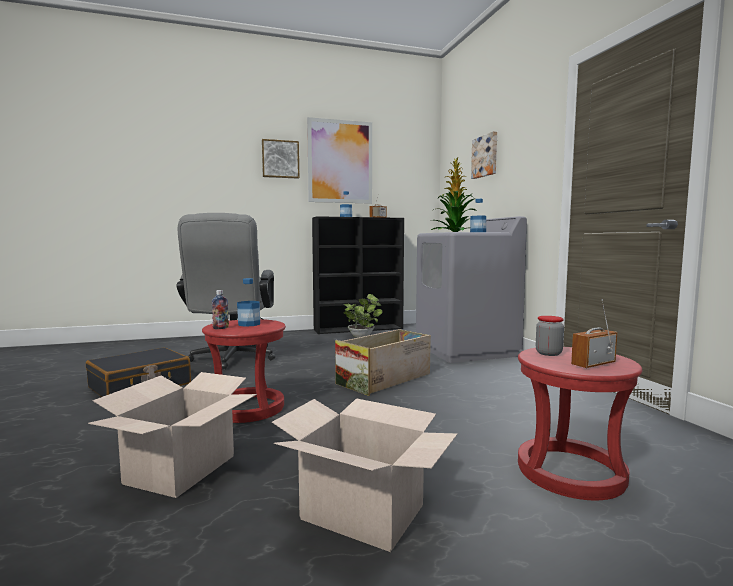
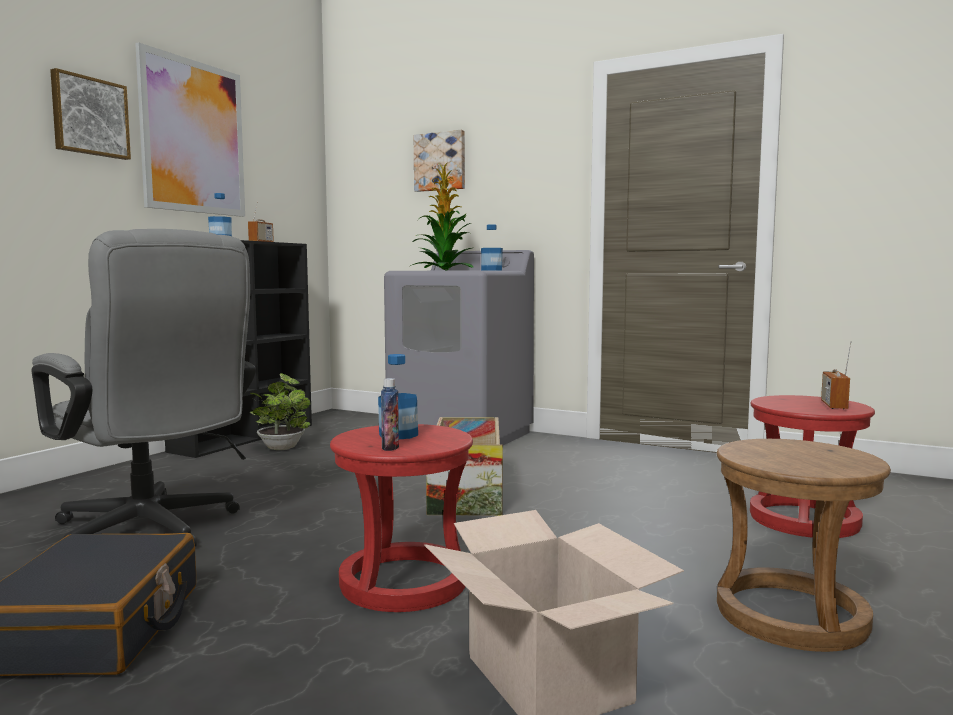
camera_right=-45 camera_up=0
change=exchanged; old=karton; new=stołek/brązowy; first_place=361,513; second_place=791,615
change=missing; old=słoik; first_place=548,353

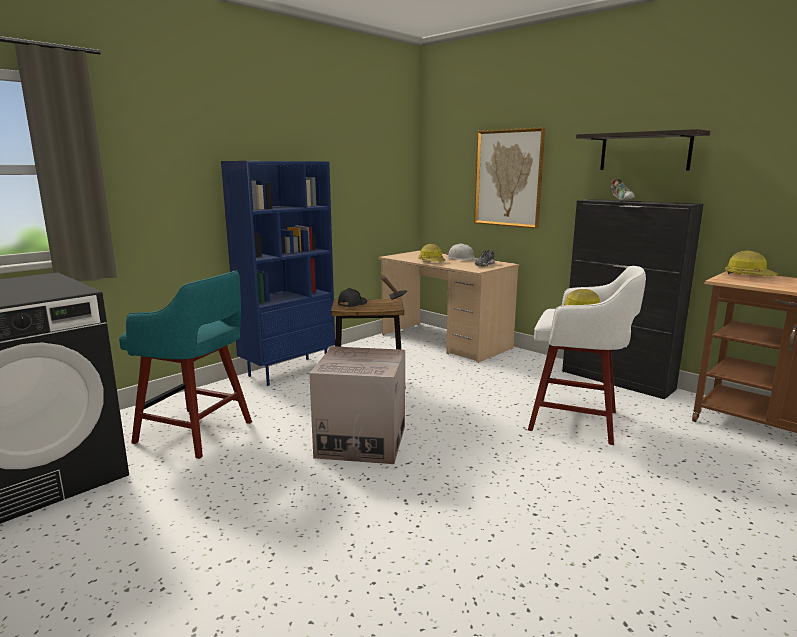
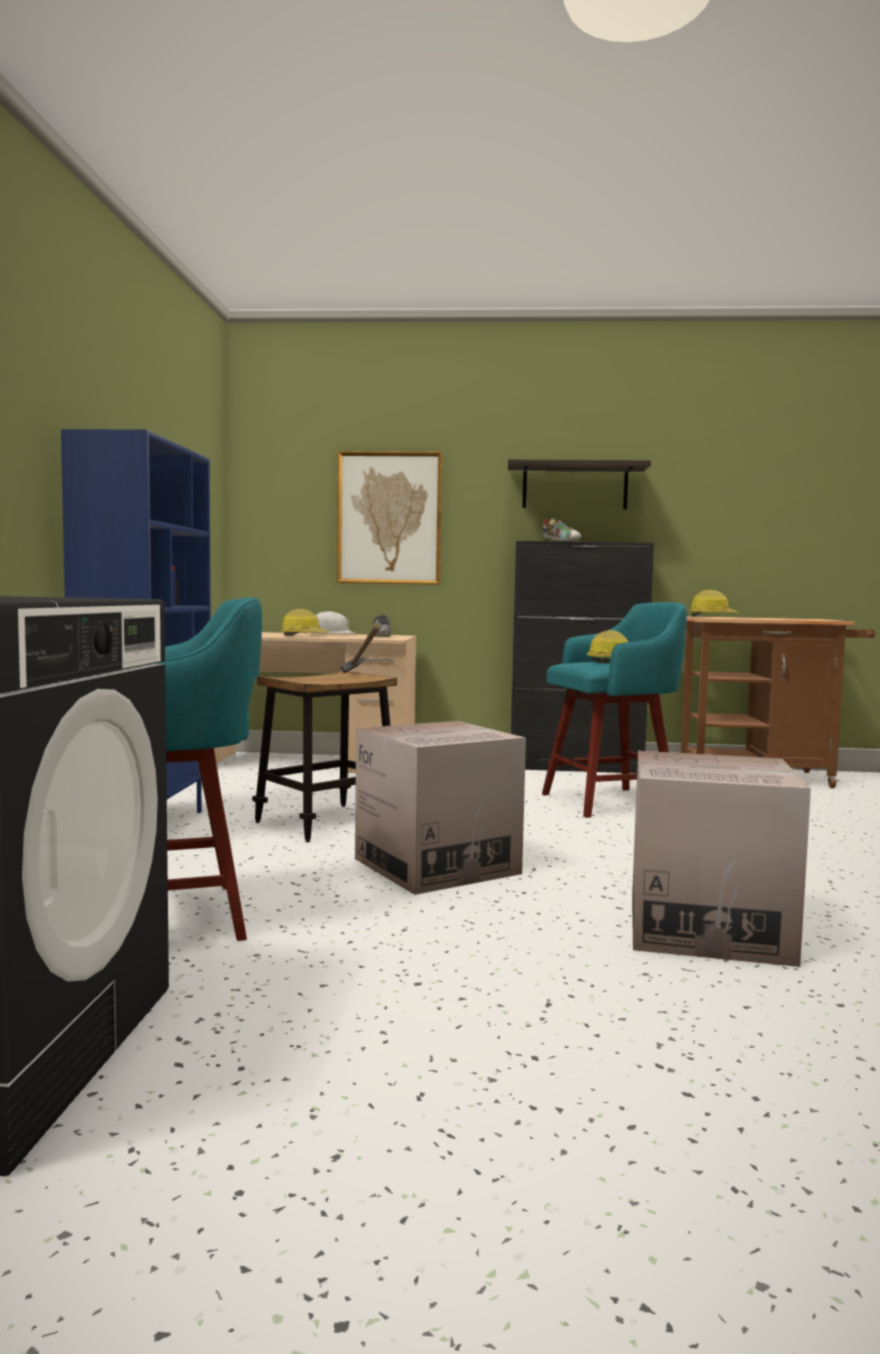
camera_right=-40 camera_up=-10
change=colour; old=stołek/biały; new=stołek/turkusowy; first_place=577,421; second_place=612,802
change=appeared; new=karton; second_place=707,928
change=missing; old=czapka z daszkiem/czarny; first_place=352,304

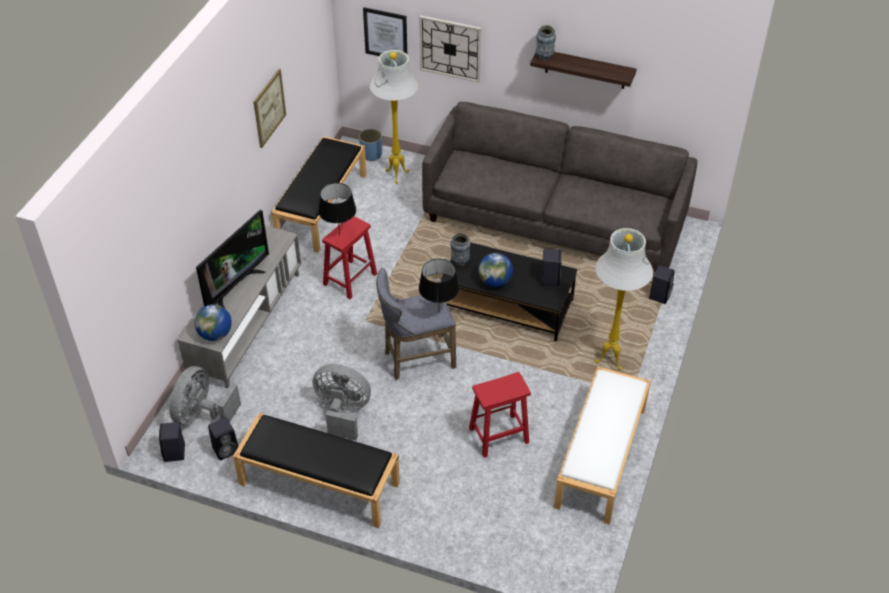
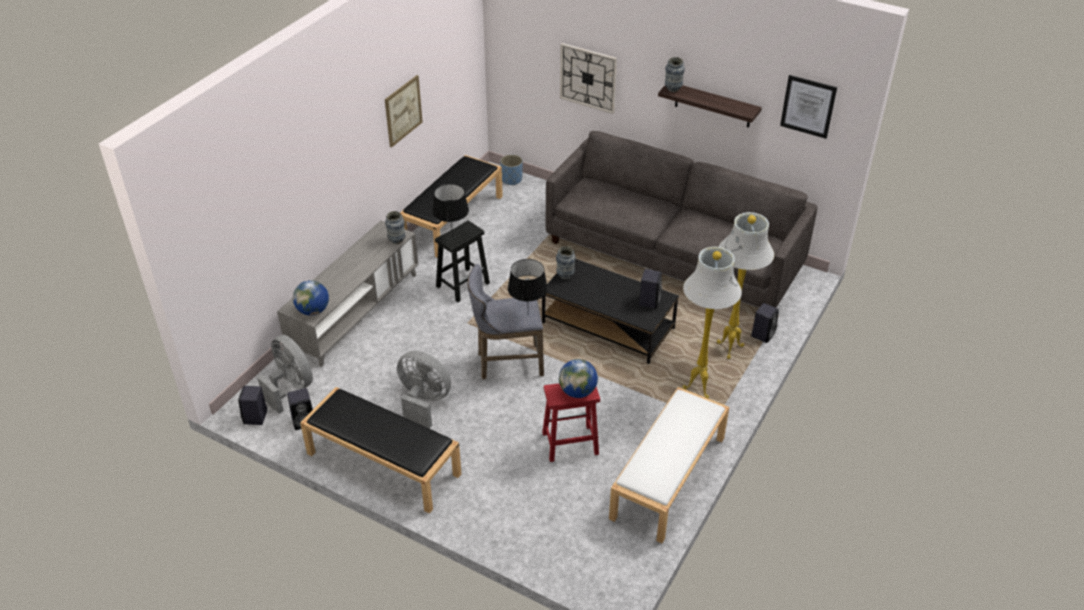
camera_right=10 camera_up=-5
change=spun; old=wentylator/szary; first_place=202,415; second_place=291,387; degrees=105
change=appeared; new=wazon; second_place=396,240
change=colour; old=stołek/czerwony; new=stołek/czarny; first_place=350,278; second_place=463,284
change=relocated; old=globus; first_place=494,282; second_place=577,391
change=relocated; old=lampa stojąca/biały; first_place=397,176; second_place=730,350
change=relocated; old=obraz; first_place=385,34; second_place=808,106
change=missing; old=telewizor; first_place=235,286

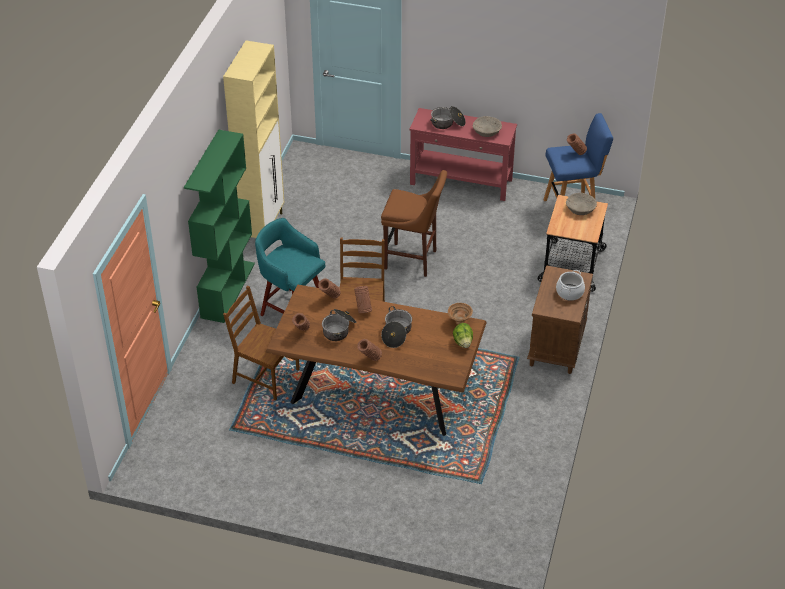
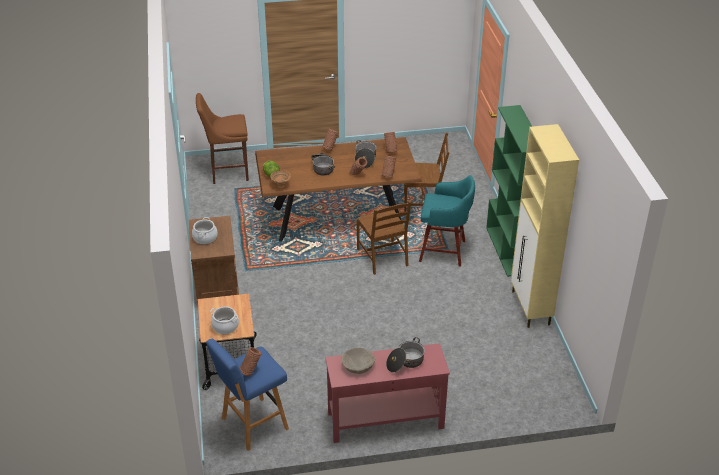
camera_right=155 camera_up=-5
change=relocated; old=stołek/brązowy; first_place=413,260; second_place=227,173
change=exchanged; old=miska/beżowy; new=garnek; first_place=580,209; second_place=225,327

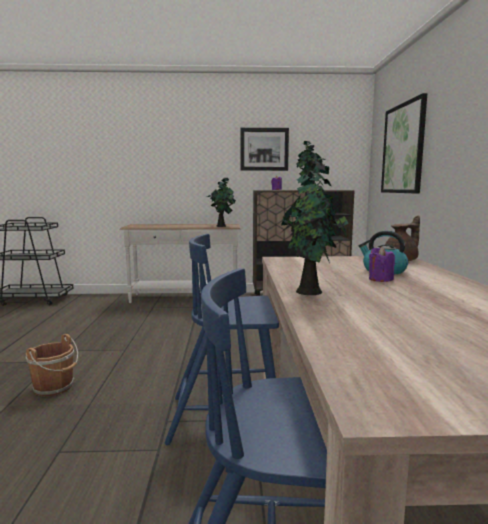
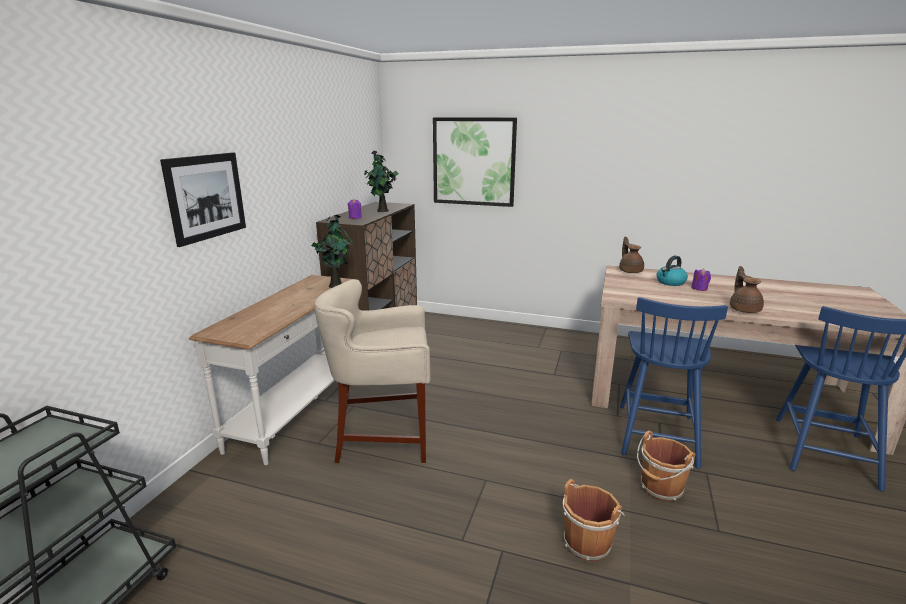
camera_right=-70 camera_up=10
change=relocated; old=obraz; first_place=264,149; second_place=206,197
change=appeared; new=stołek/beżowy; second_place=383,438
change=appeared; new=wiadro/brązowy; second_place=660,488
change=exchanged; old=roślina doniczkowa; new=imbryk/brązowy; first_place=311,292; second_place=744,309

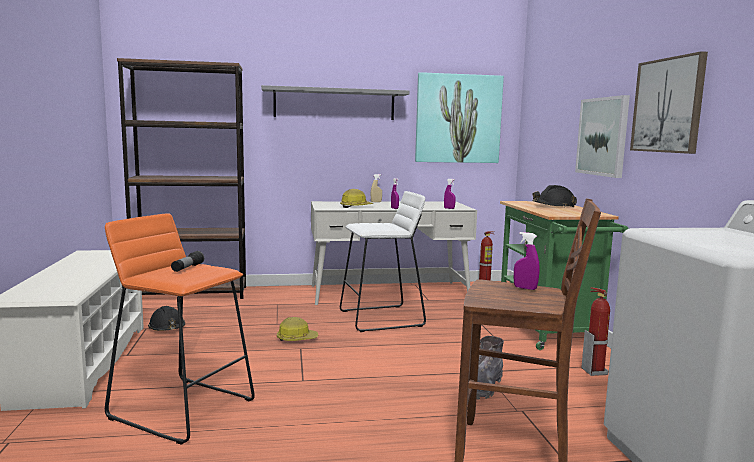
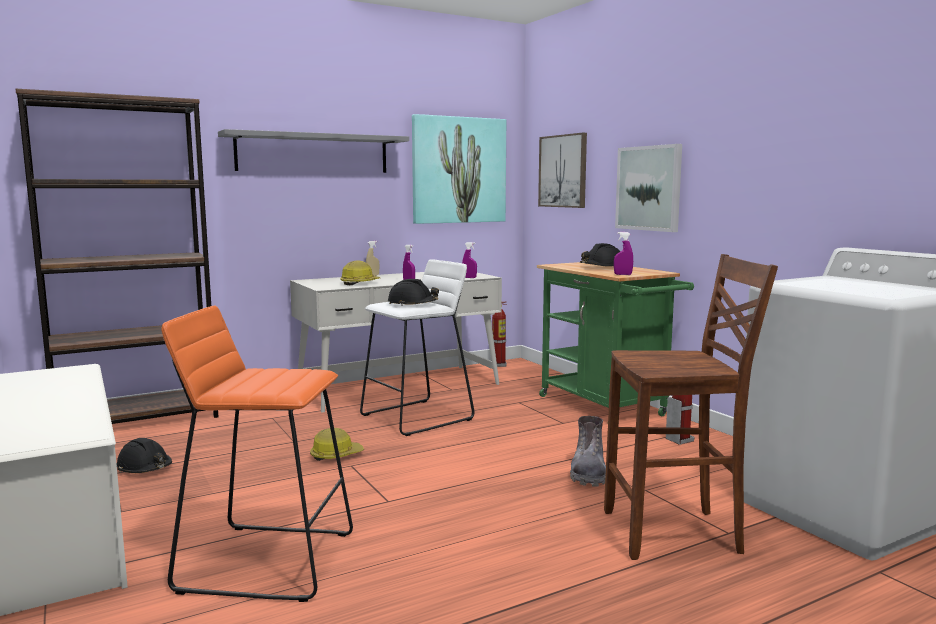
camera_right=-20 camera_up=0
change=appeared; new=kask/czarny; second_place=412,304
change=relocated; old=obraz; first_place=668,105; second_place=563,171
change=relocated; old=spryskiwacz/fioletowy; first_place=525,288; second_place=623,274
change=missing; old=latarka; first_place=187,268

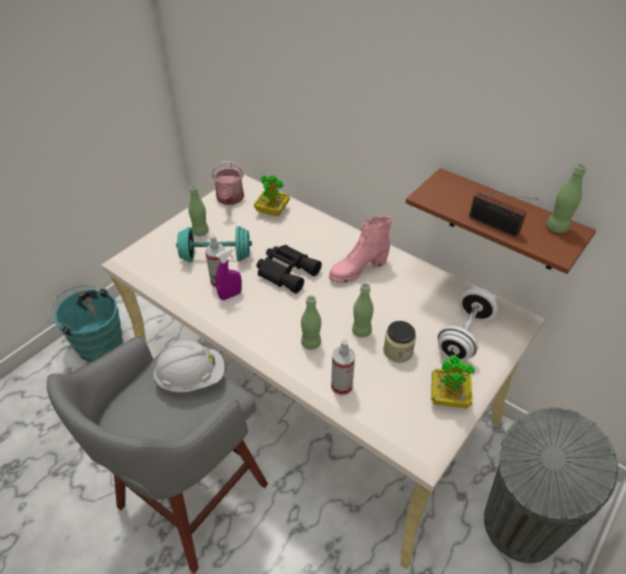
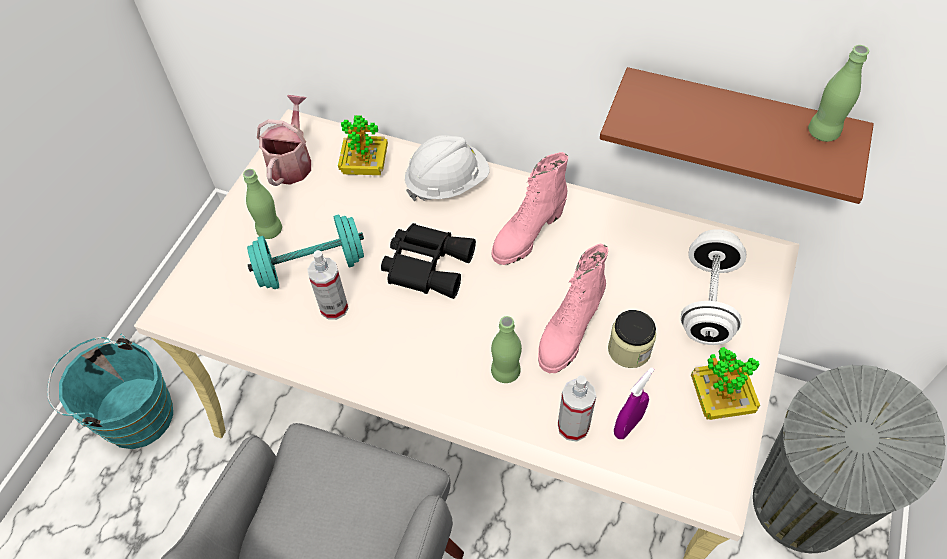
camera_right=-15 camera_up=10
change=spun; old=konewka; first_place=230,199; second_place=292,162; degrees=-150
change=relocated; old=kask/biały; first_place=191,377; second_place=447,183
change=exchanged; old=butelka/zielony; new=but z cholewką/różowy; first_place=361,331; second_place=568,332
change=relocated; old=spryskiwacz/fioletowy; first_place=230,295; second_place=628,425
change=missing; old=radio; first_place=496,226

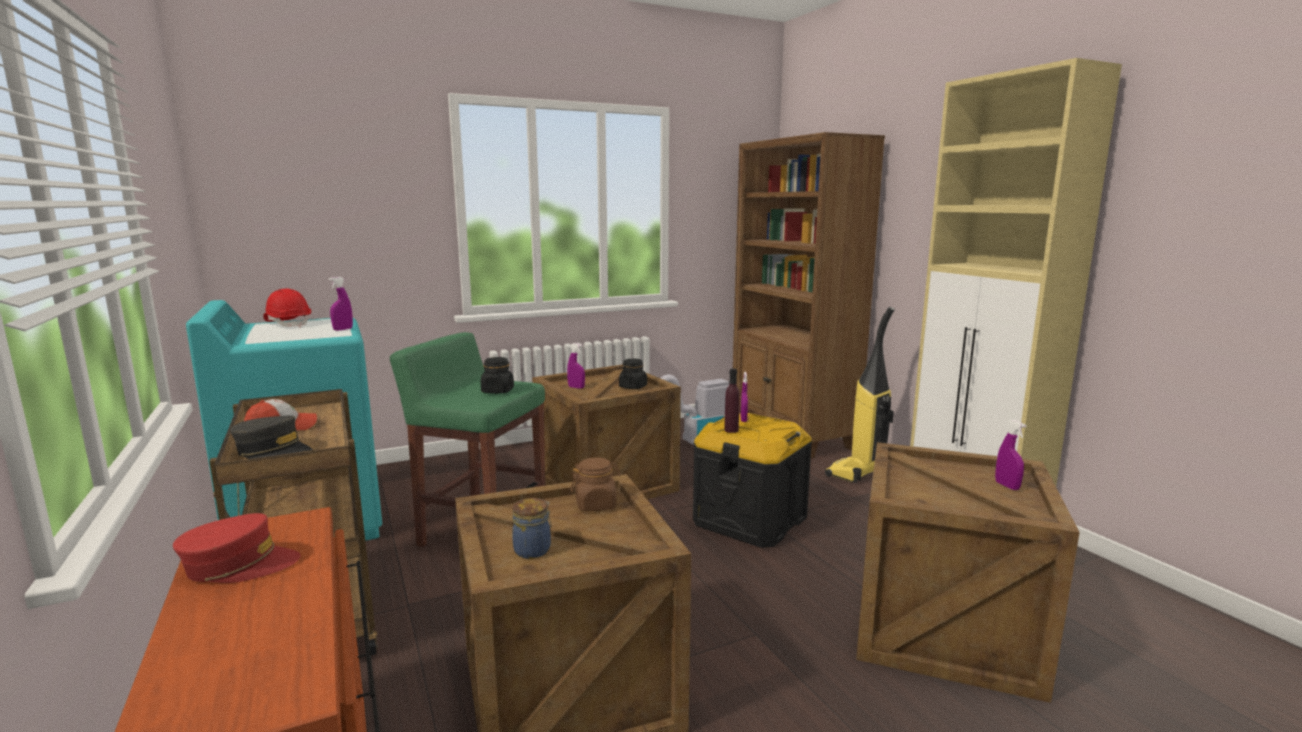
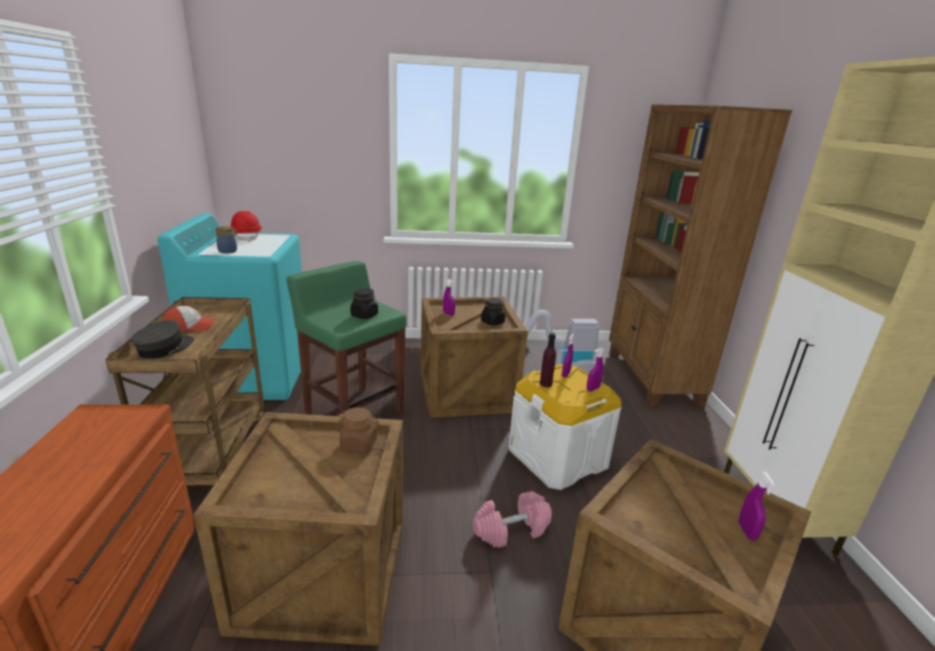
camera_right=20 camera_up=10
change=spun; old=czapka z daszkiem/szary; first_place=273,451; second_place=165,348; degrees=-105
change=relocated; old=słoik; first_place=533,550; second_place=229,251
change=appeared; new=hantel/różowy; second_place=511,530
change=colour; old=pojemnik do przechowywania/czarny; new=pojemnik do przechowywania/biały; first_place=750,520; second_place=558,457
change=relocated; old=spryskiwacz/fioletowy; first_place=343,329; second_place=593,389
change=missing; old=czapka z daszkiem/czerwony; first_place=239,565
change=missing; old=odkurzacz; first_place=857,472

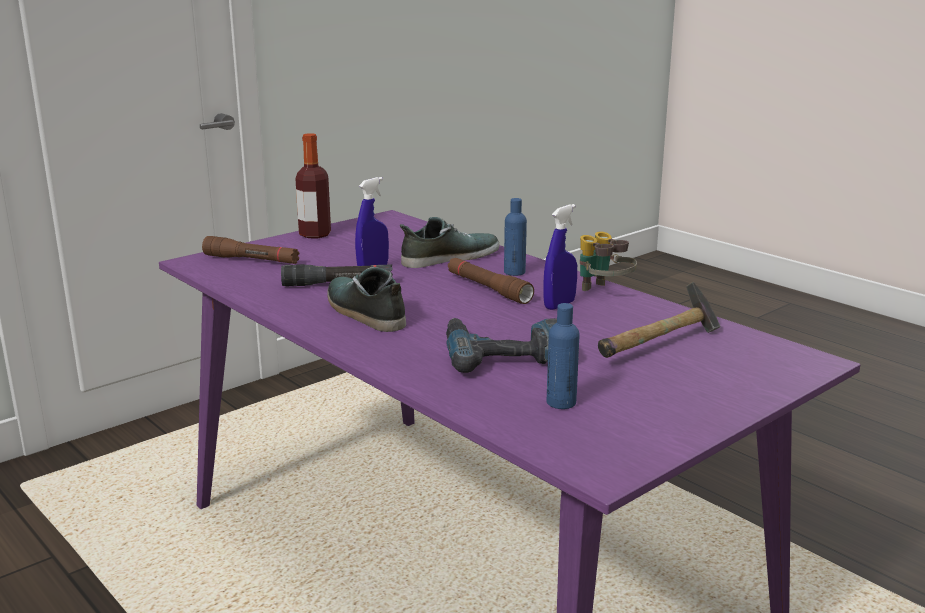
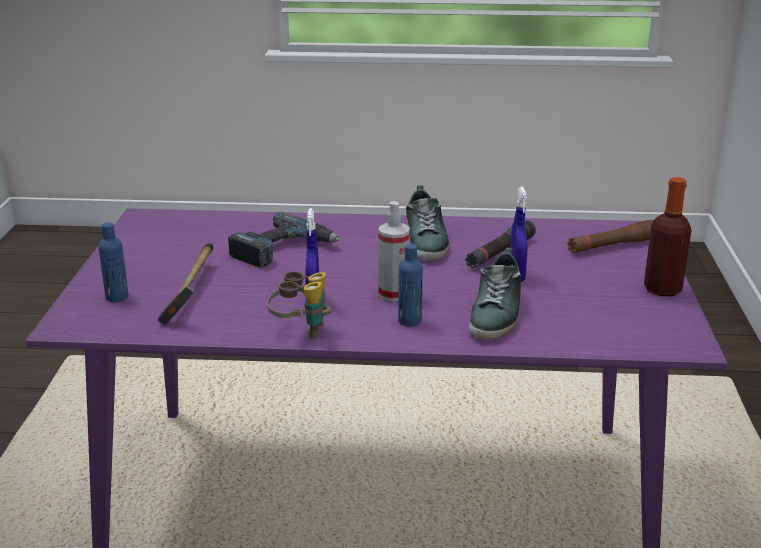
camera_right=135 camera_up=5
change=relocated; old=butelka/niebieski; first_place=561,403; second_place=117,297
change=exchanged; old=latarka/brązowy; new=spryskiwacz; first_place=488,288; second_place=393,294
change=spun; old=but; first_place=364,312; second_place=426,241; degrees=75

